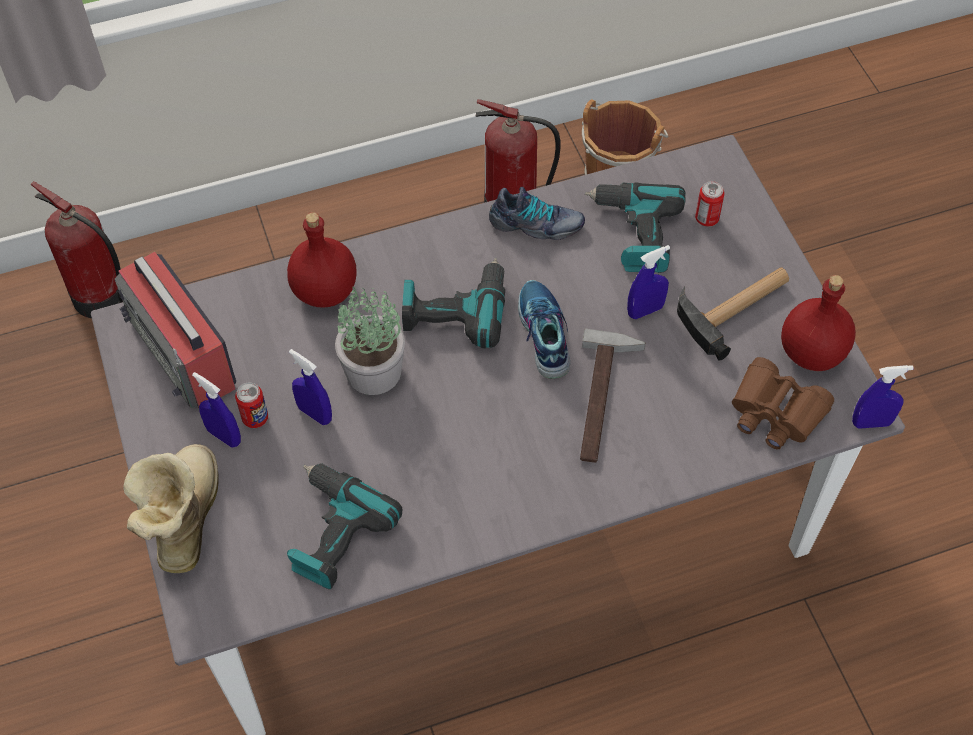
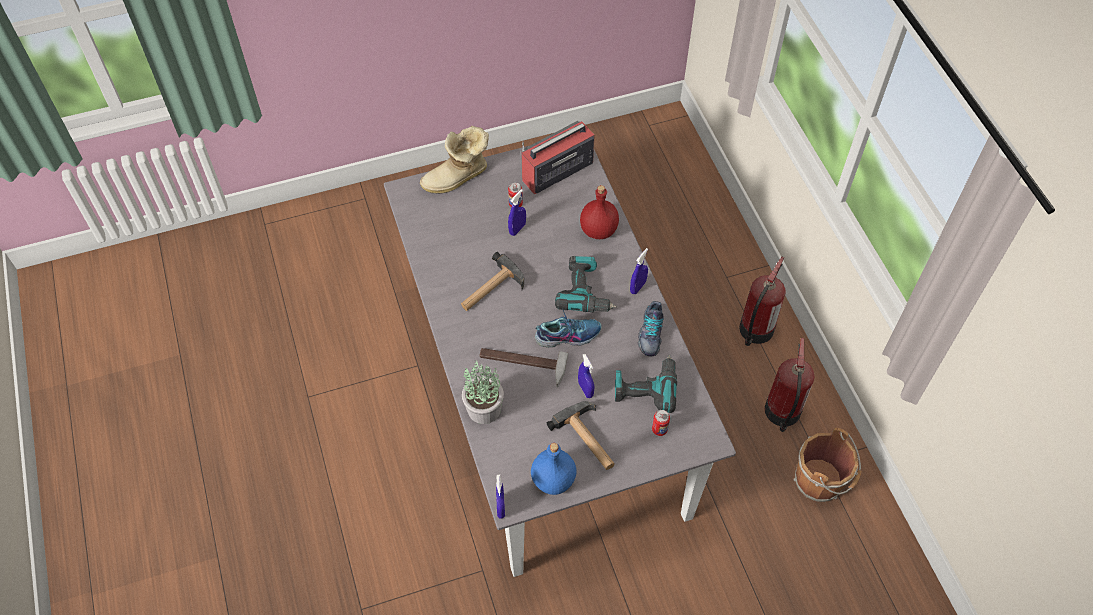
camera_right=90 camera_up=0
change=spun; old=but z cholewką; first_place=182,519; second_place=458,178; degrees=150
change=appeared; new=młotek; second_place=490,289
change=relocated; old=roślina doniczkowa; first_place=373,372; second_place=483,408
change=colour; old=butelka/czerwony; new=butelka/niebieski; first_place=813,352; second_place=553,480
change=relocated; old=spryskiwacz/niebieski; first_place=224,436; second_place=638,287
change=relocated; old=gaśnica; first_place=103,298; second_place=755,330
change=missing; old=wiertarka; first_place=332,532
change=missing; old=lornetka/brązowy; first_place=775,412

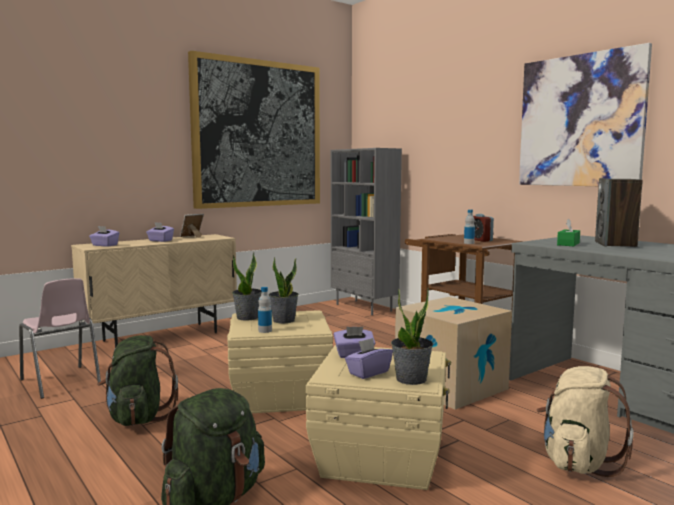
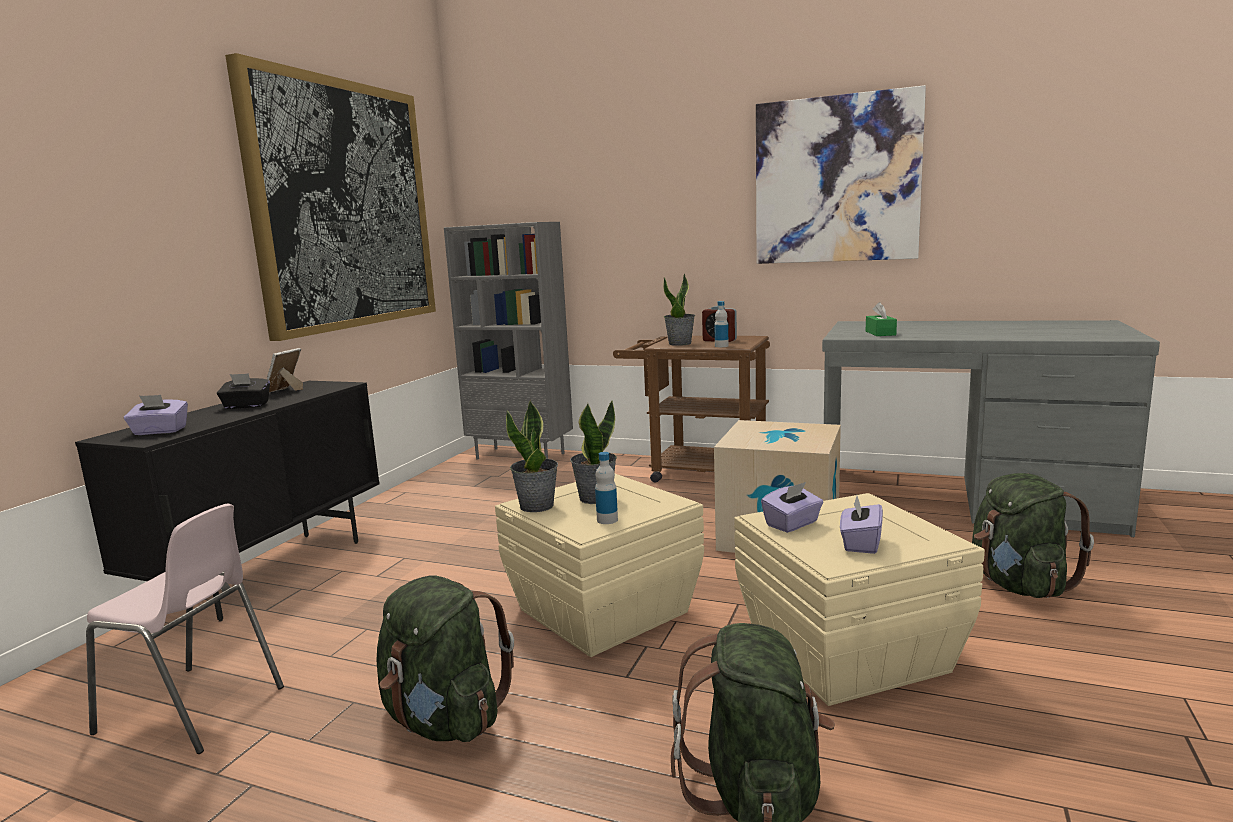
camera_right=-30 camera_up=5
change=colour; old=szafka/beżowy; new=szafka/czarny; first_place=161,337; second_place=269,573
change=colour; old=pudełko chusteczek/fioletowy; new=pudełko chusteczek/czarny; first_place=160,240; second_place=246,406
change=relocated; old=roślina doniczkowa; first_place=411,379; second_place=680,343
change=colour; old=plecak/beżowy; new=plecak/zielony; first_place=578,462; second_place=1019,585
change=missing; old=głośnik; first_place=615,244

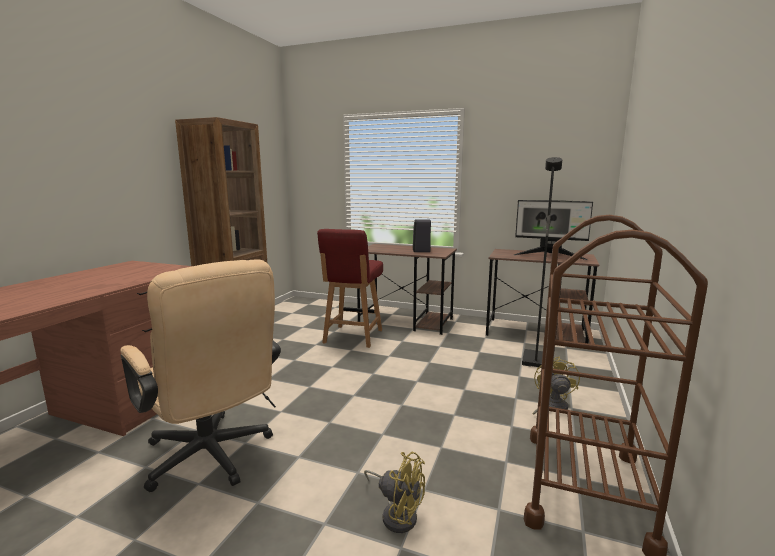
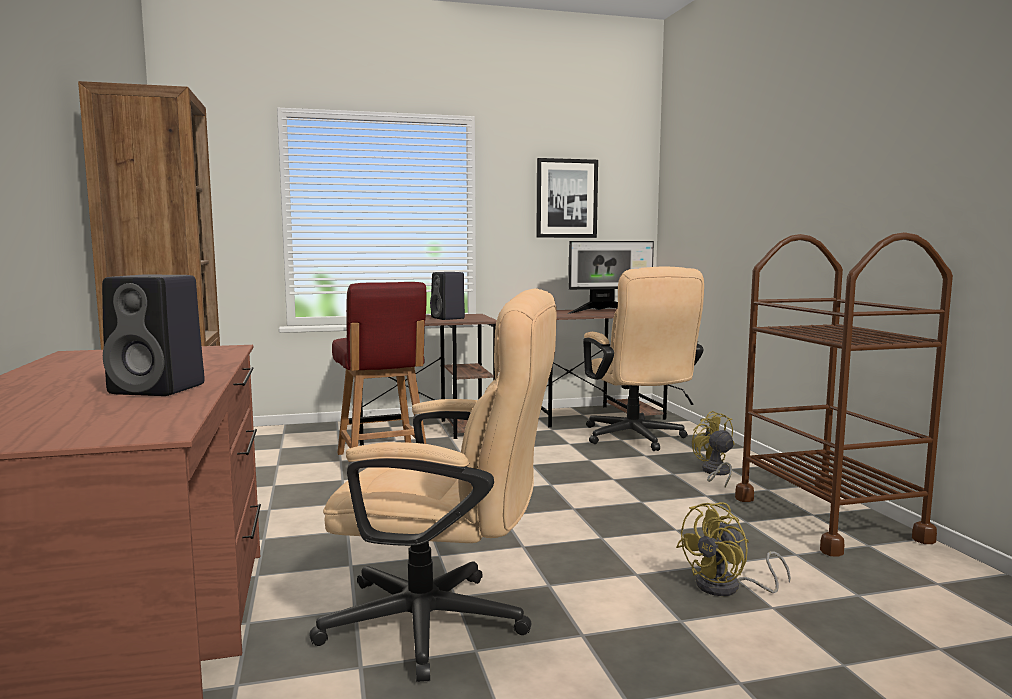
camera_right=-35 camera_up=-5
change=appeared; new=głośnik/czarny; second_place=160,389
change=appeared; new=obraz; second_place=566,198
change=exchanged; old=lampa stojąca/czarny; new=krzesło biurowe/beżowy; first_place=535,360; second_place=637,439
change=spun; old=wentylator/żółty; first_place=397,513; second_place=727,588; degrees=150

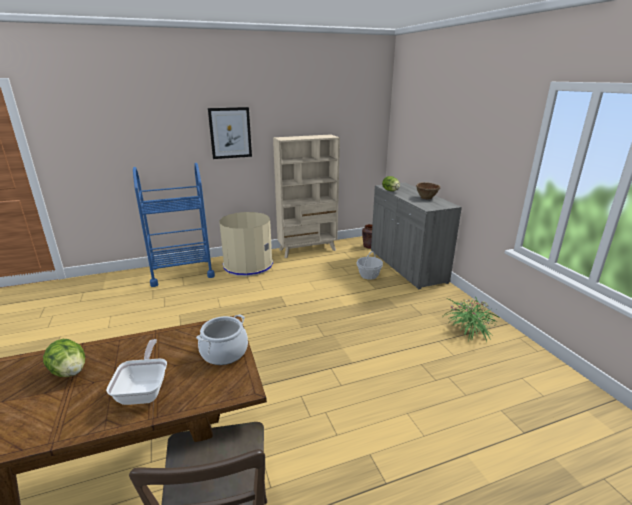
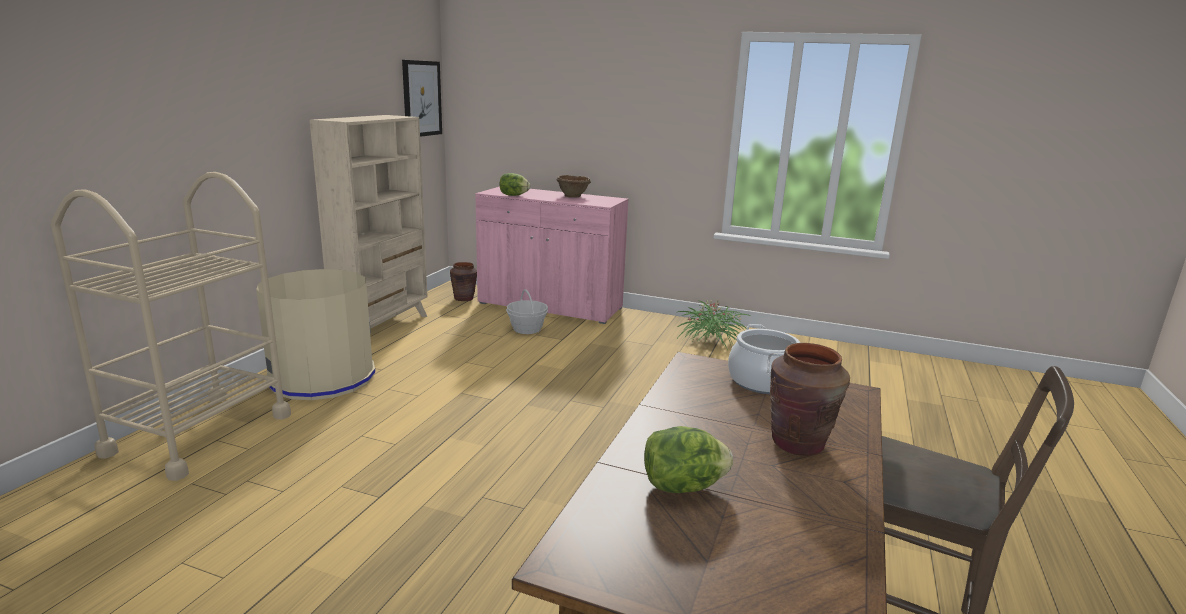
camera_right=-50 camera_up=-5
change=colour; old=wózek/niebieski; new=wózek/beżowy; first_place=182,272; second_place=199,434
change=relocated; old=obraz; first_place=230,133; second_place=421,98
change=colour; old=szafka/szary; new=szafka/różowy; first_place=406,266; second_place=550,306
change=exchanged; old=patelnia; new=wazon/brązowy; first_place=145,390; second_place=798,443

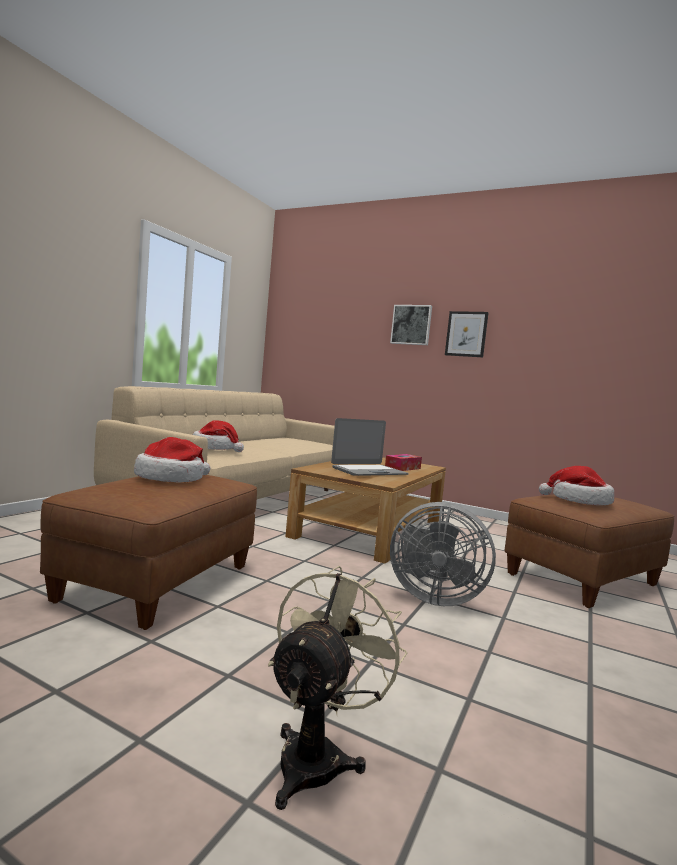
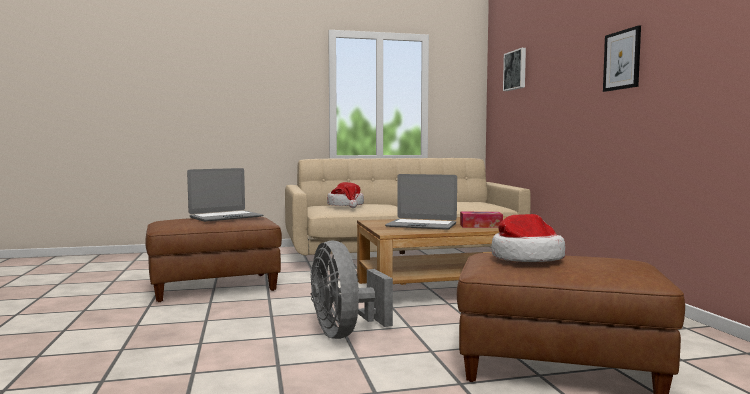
camera_right=50 camera_up=0
change=exchanged; old=kapelusz; new=laptop; first_place=171,478; second_place=225,217
change=relocated; old=obraz; first_place=411,325; second_place=516,70
change=missing; old=wentylator/beżowy; first_place=318,756

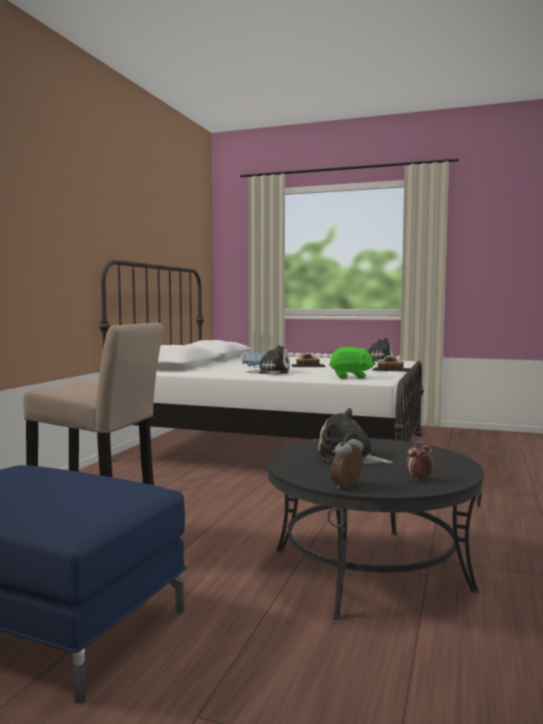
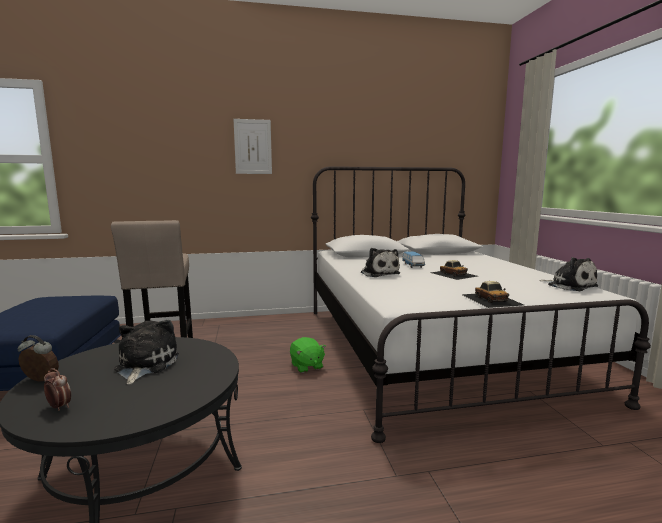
camera_right=60 camera_up=5
change=appeared; new=obraz; second_place=253,147
change=relocated; old=pluszak/zielony; first_place=350,377; second_place=306,366

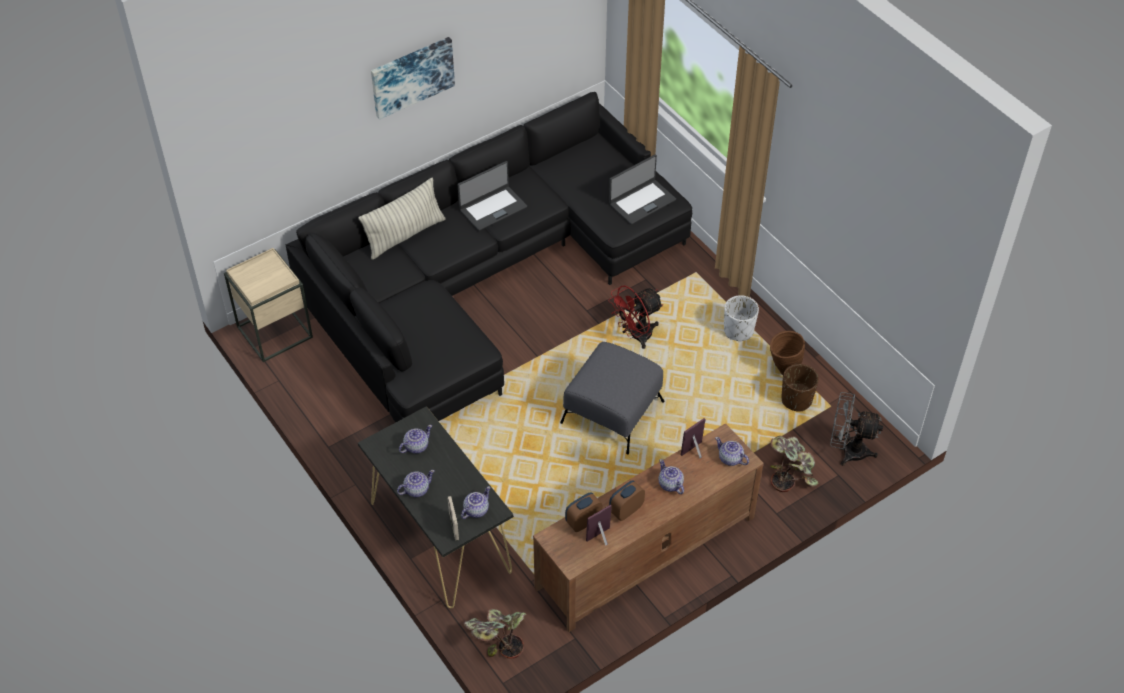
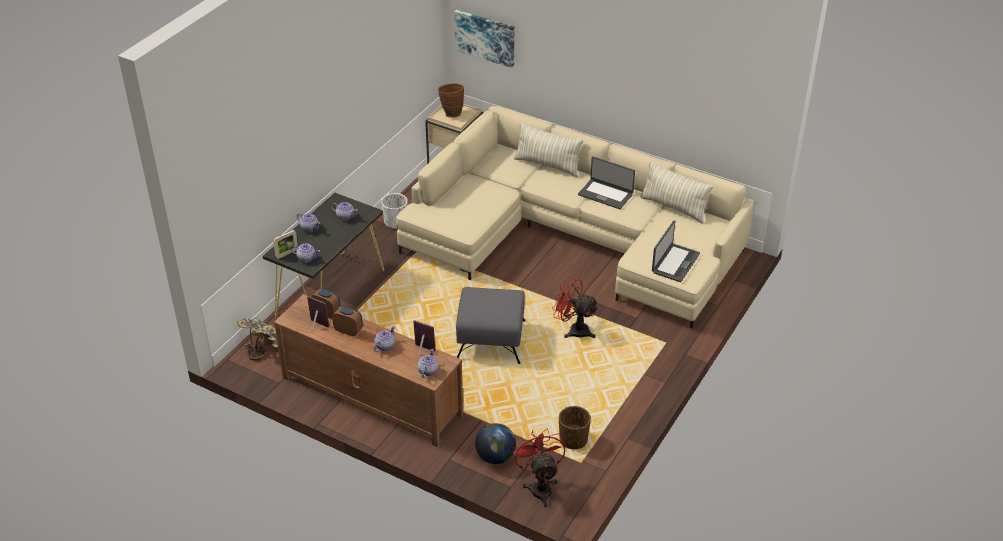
camera_right=65 camera_up=-10
change=relocated; old=donica/biały; first_place=738,331; second_place=395,222
change=colour; old=kanapa/czarny; new=kanapa/beżowy; first_place=485,279; second_place=572,238
change=relocated; old=wazon/brązowy; first_place=783,370; second_place=451,113
change=relocated; old=obraz; first_place=412,76; second_place=485,37
change=exchanged; old=roślina doniczkowa; new=globus; first_place=791,472; second_place=495,456
change=colour; old=wentylator/szary; new=wentylator/czerwony; first_place=847,450; second_place=540,486
change=appeared; new=poduszka; second_place=673,207
change=spun; old=laptop; first_place=641,201; second_place=675,263; degrees=-90

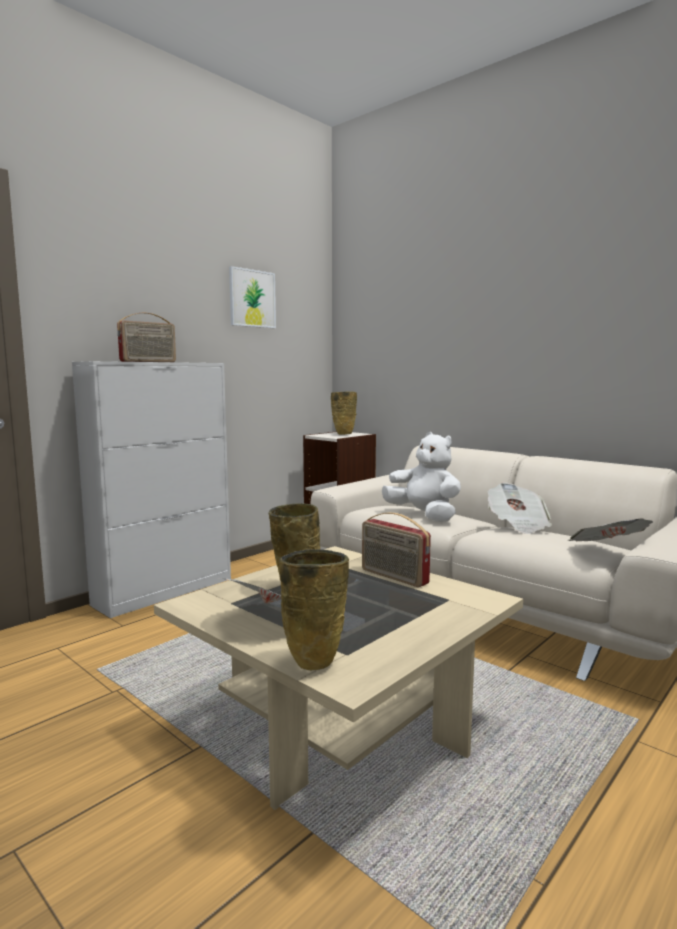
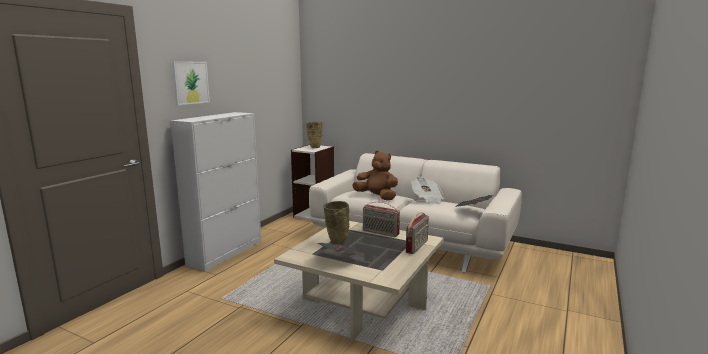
camera_right=-15 camera_up=5
change=relocated; old=obraz; first_place=252,298; second_place=190,82
change=colour; old=pluszak/biały; new=pluszak/brązowy; first_place=424,516; second_place=377,197
change=relocated; old=radio; first_place=149,361; second_place=417,246
change=missing; old=wazon/beżowy; first_place=315,660

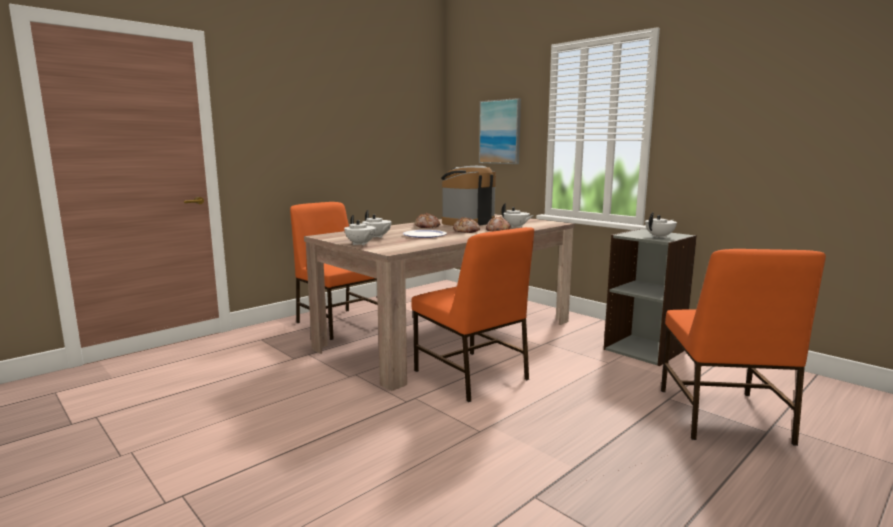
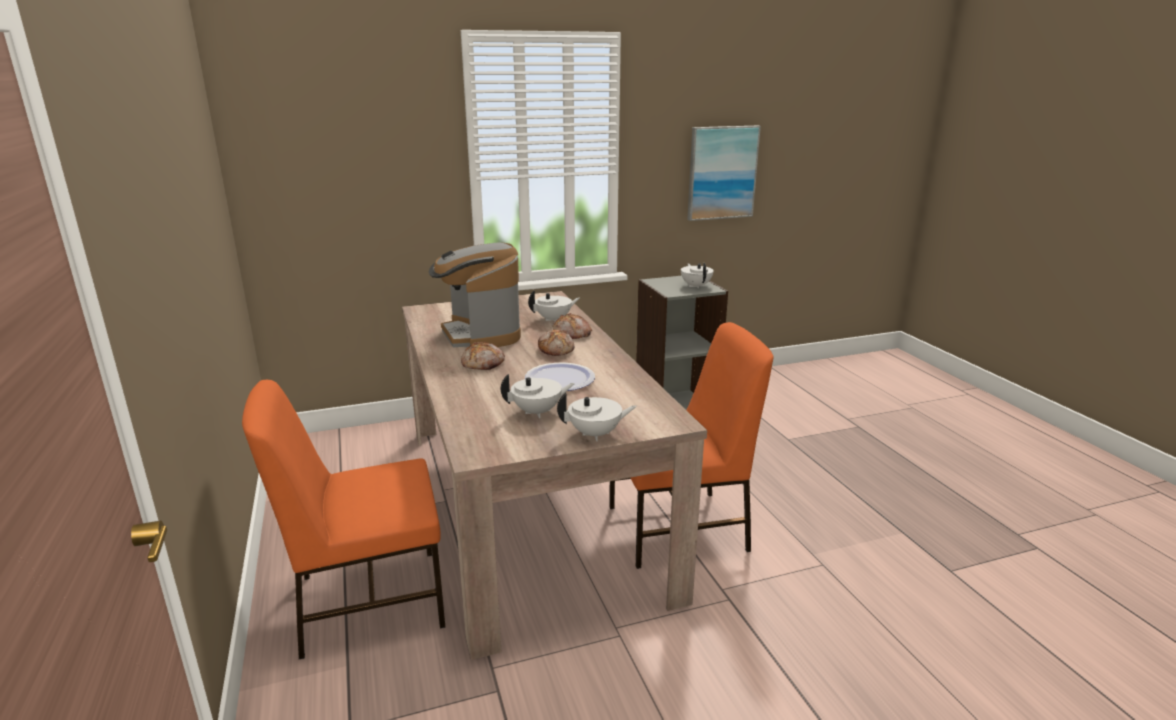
camera_right=-65 camera_up=10
change=relocated; old=obraz; first_place=500,132; second_place=722,173
change=missing; old=krzesło/pomarańczowy; first_place=722,416

